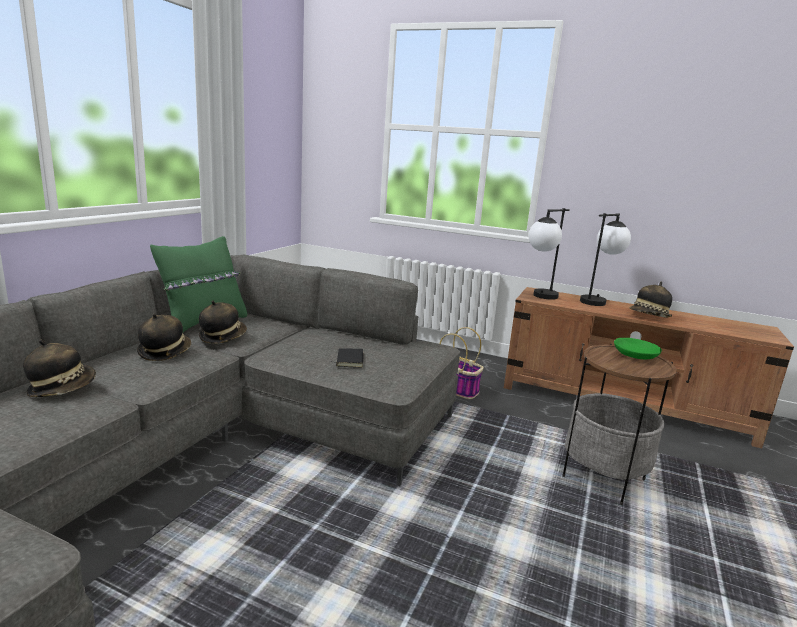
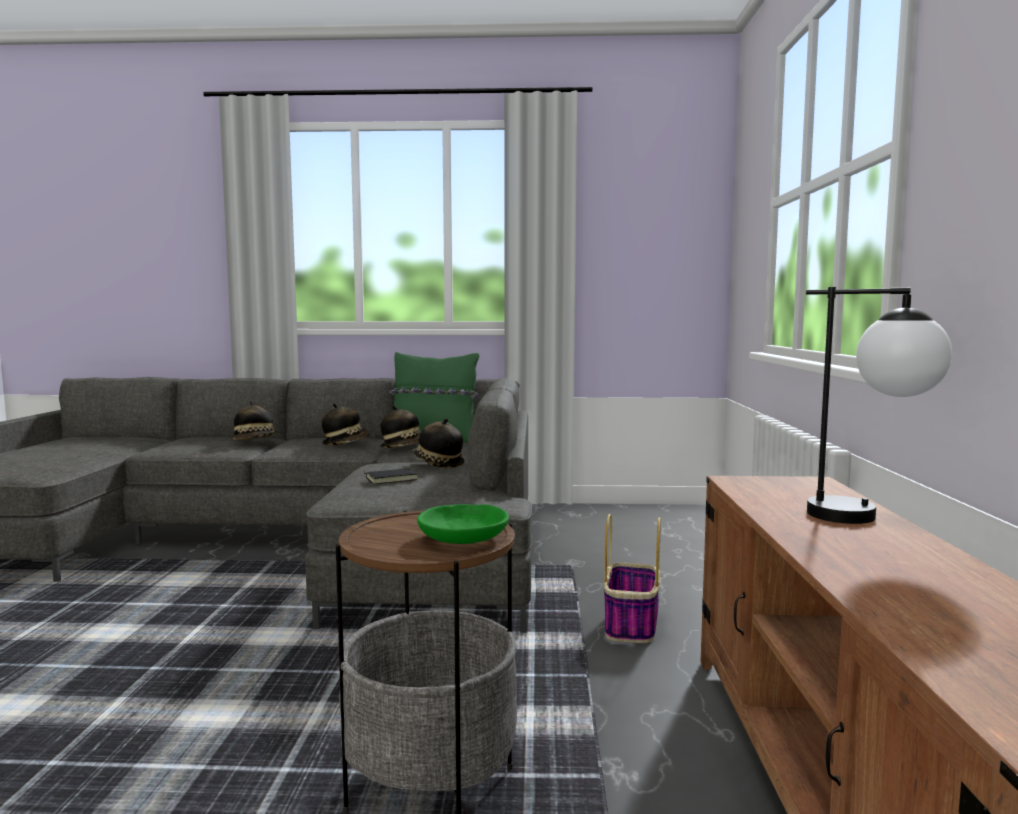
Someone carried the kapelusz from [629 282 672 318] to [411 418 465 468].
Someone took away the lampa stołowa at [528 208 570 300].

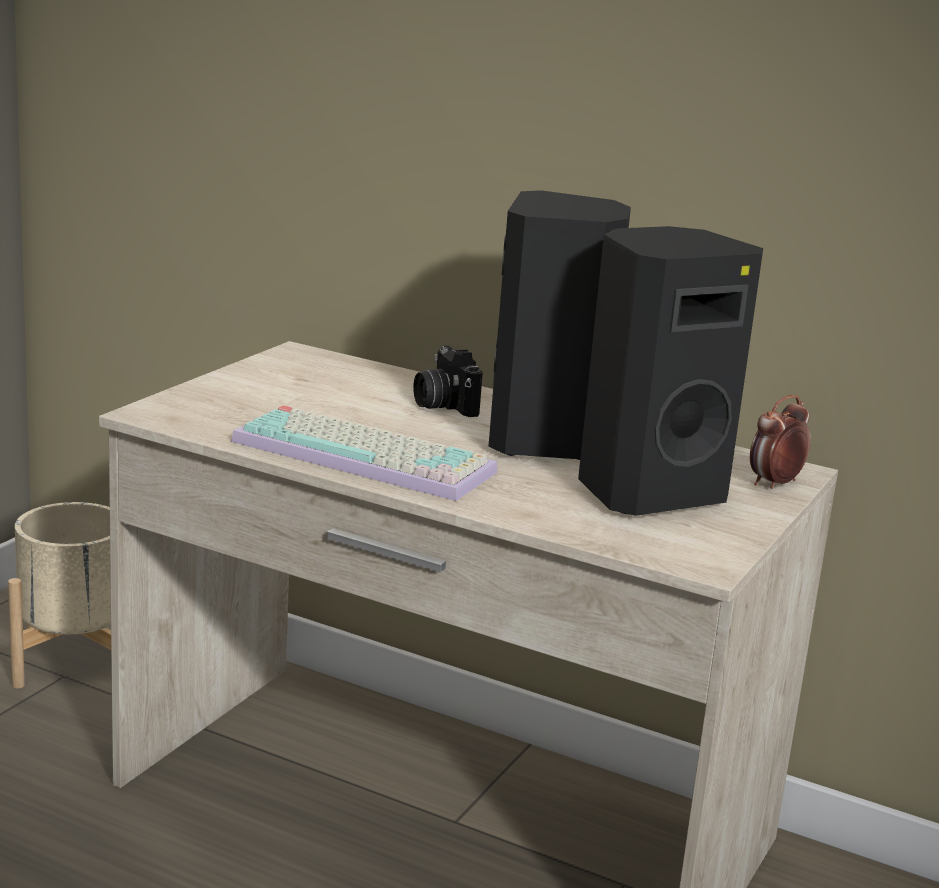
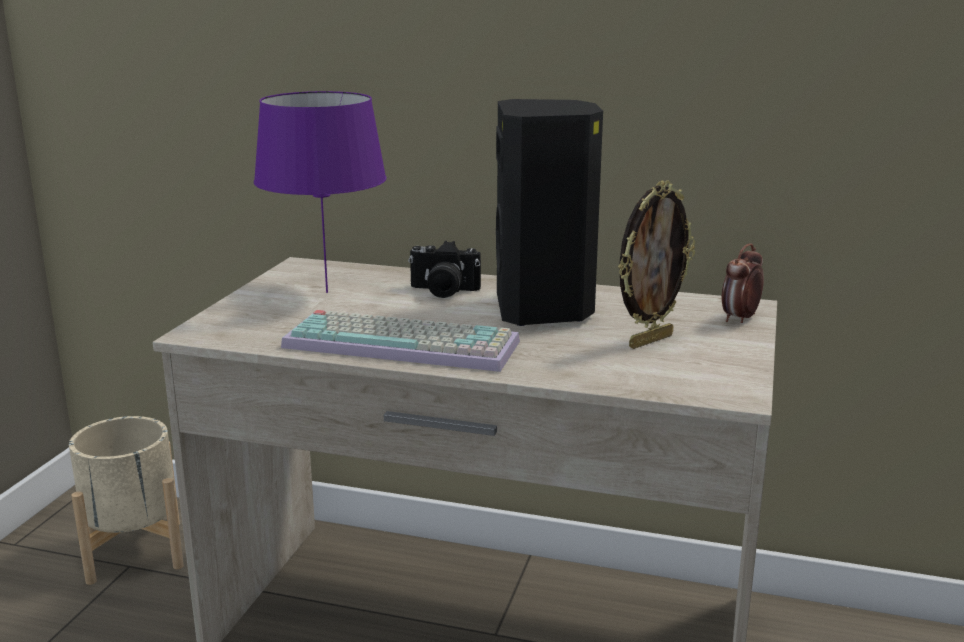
Someone put down the lampa stołowa/fioletowy at [254 91 387 293].
Someone rotated the aparat fotograficzny at [413 346 483 417] by 45 degrees counterclockwise.
Someone swapped the głośnik/czarny at [578 226 763 516] for the ramka na zdjęcie at [618 181 695 349].

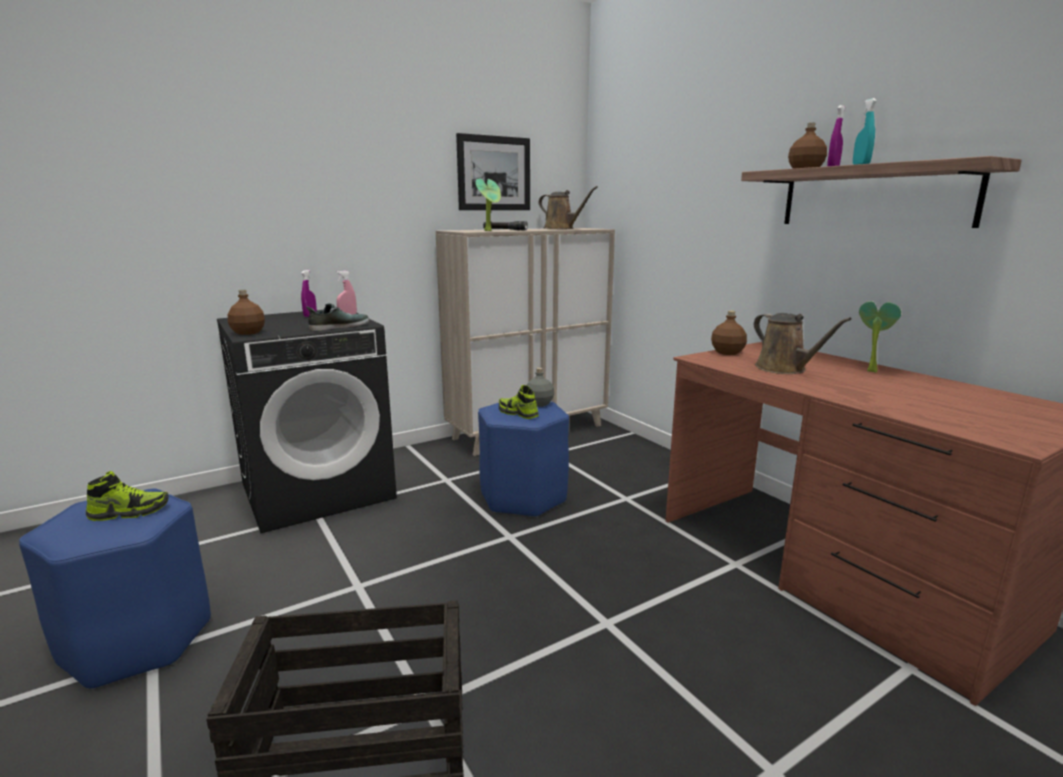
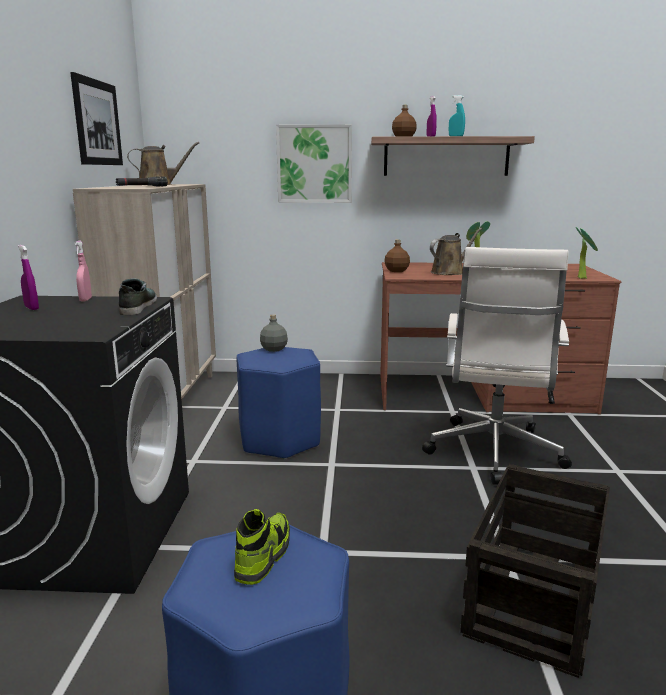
Someone put up the obraz at [276 124 352 203].
Someone put down the krzesło biurowe/biały at [422 247 572 485].
Someone rotated the konewka/brązowy at [754 313 852 374] by 45 degrees counterclockwise.
Someone carried the roślina doniczkowa from [475 178 501 231] to [576 227 598 279].
Someone took away the butelka/brązowy at [228 290 265 335].
Someone took away the but at [499 385 539 419].

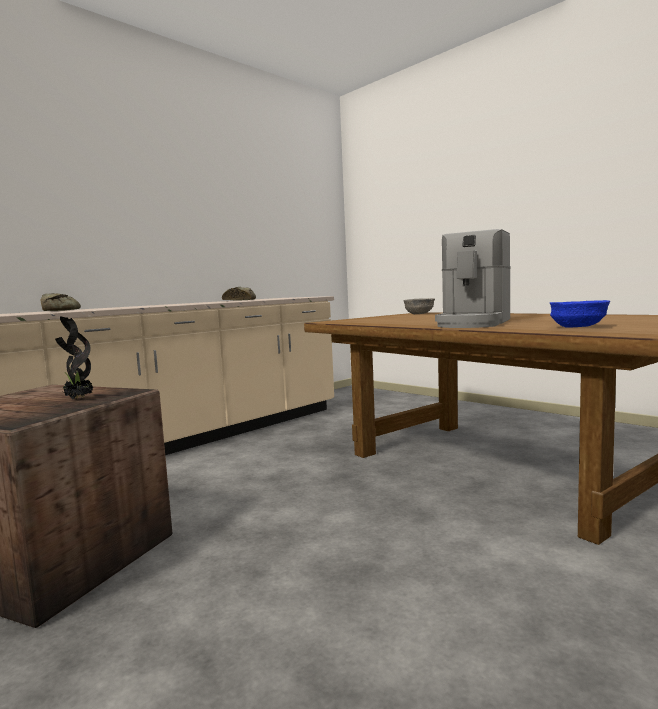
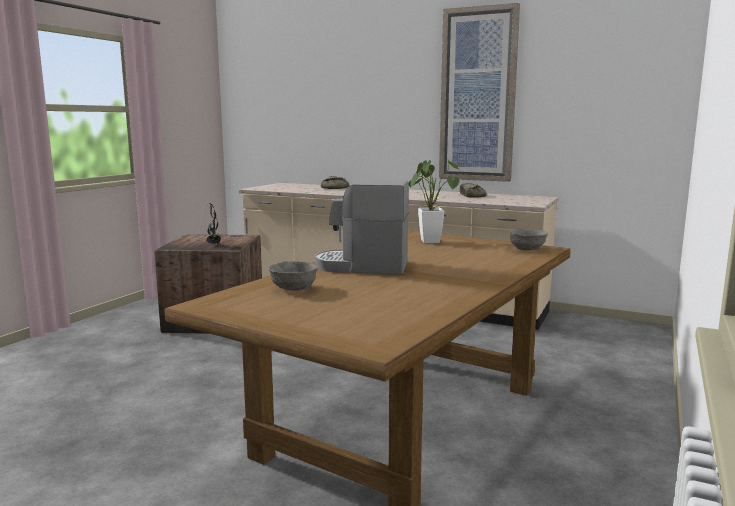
Someone repainted the miska/niebieski at [550 300 610 327], which became the miska/szary at [268 261 318 291].
Someone put down the roślina doniczkowa at [409 158 460 243].
Someone put up the obraz at [439 3 520 182].

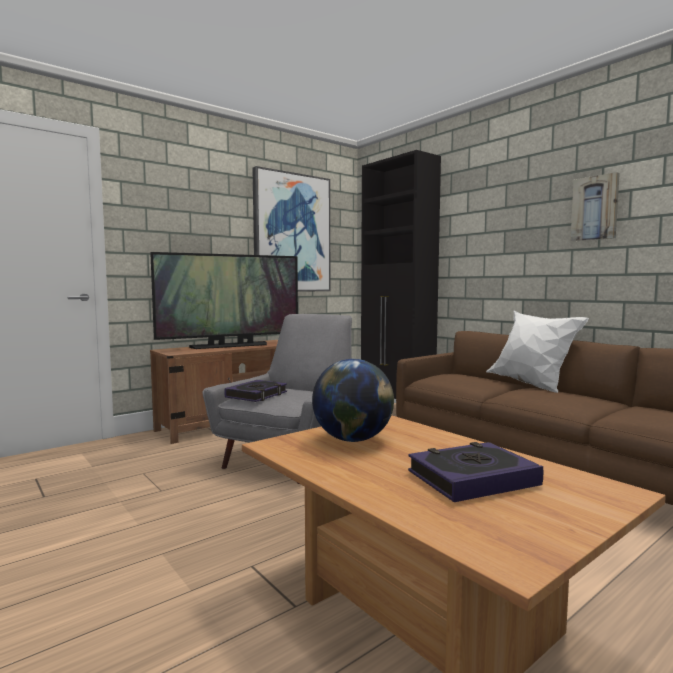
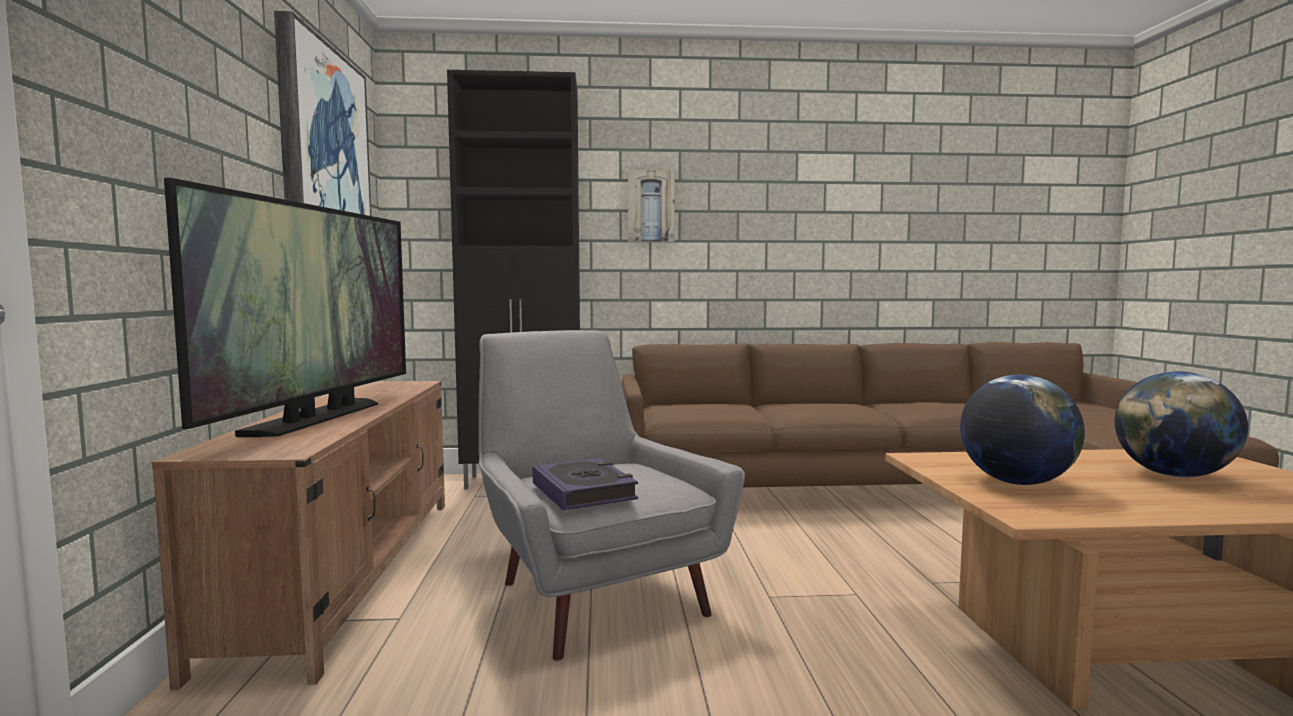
Someone carried the obraz from [571 172 620 241] to [628 170 675 242].
Someone swapped the książka at [408 442 544 502] for the globus at [1114 371 1248 477].
Someone took away the poduszka/biały at [486 310 589 393].

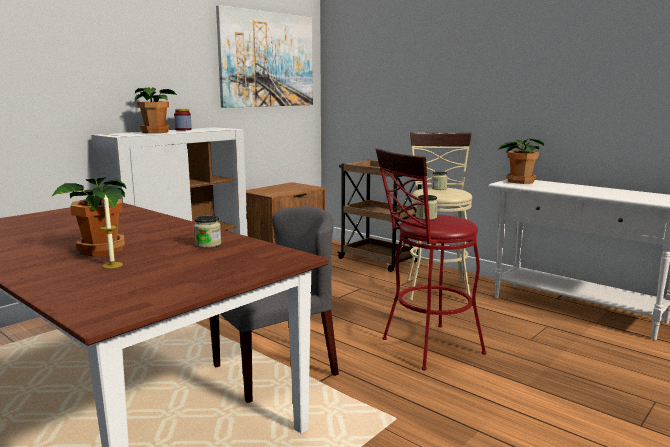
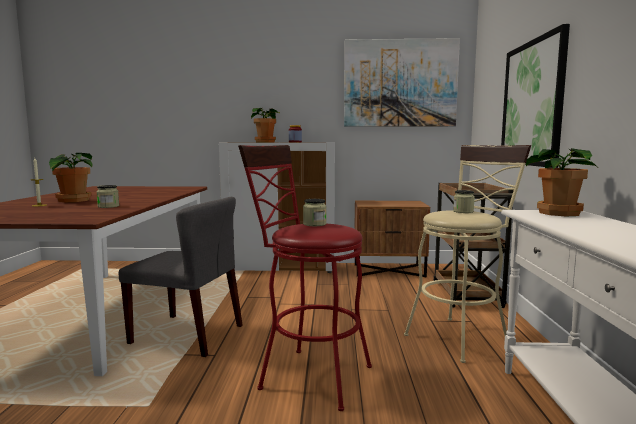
Someone put up the obraz at [501 24 570 168].

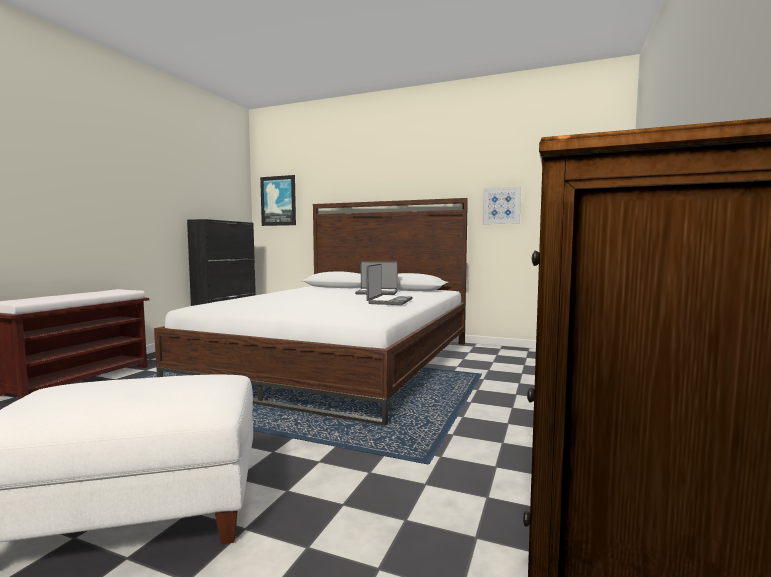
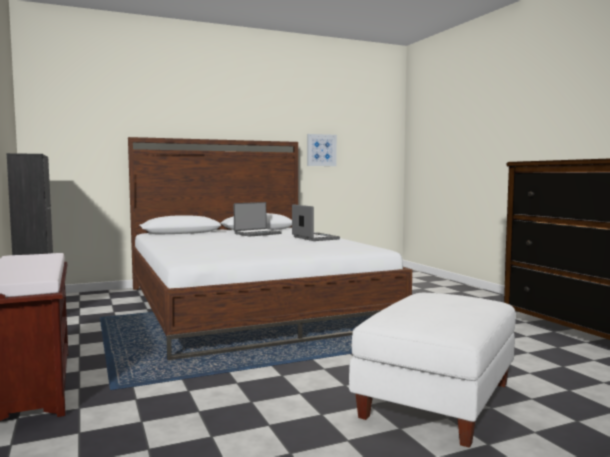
Someone took away the obraz at [260 175 296 226].

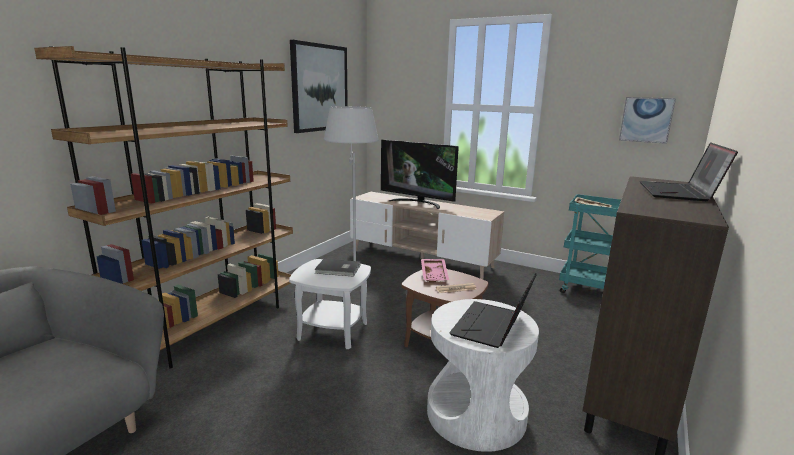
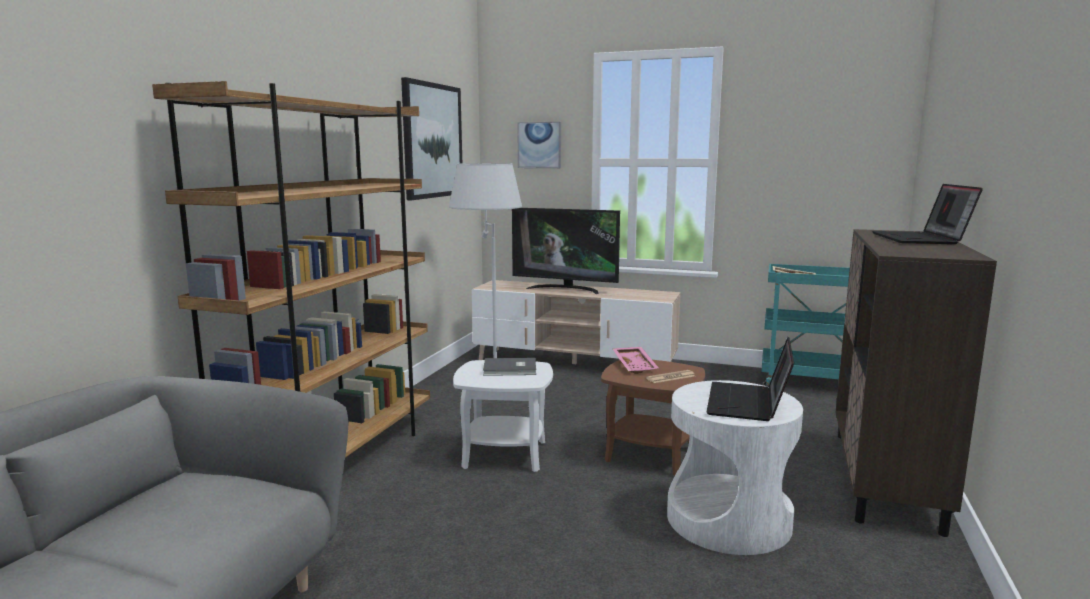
Someone carried the obraz from [619 97 676 144] to [517 122 561 168].

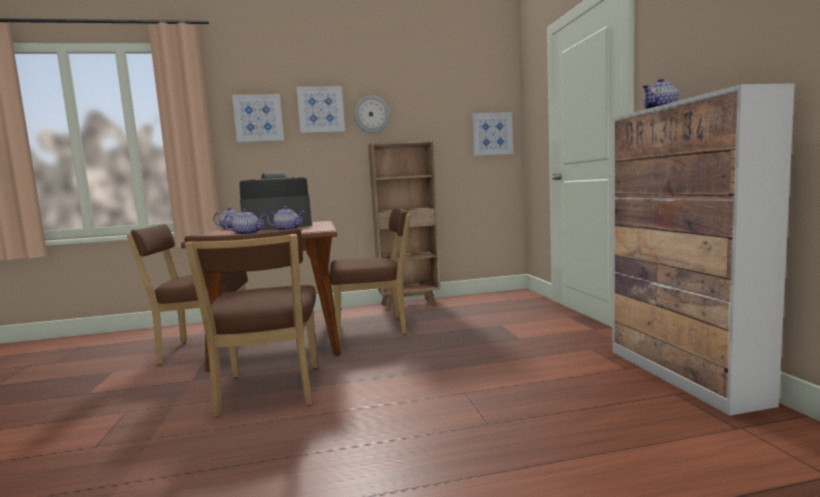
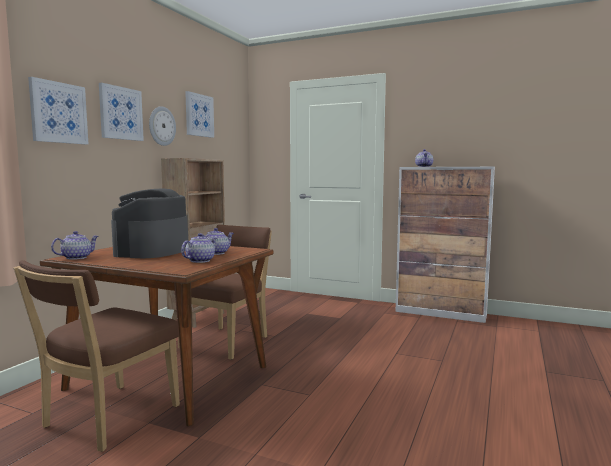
Someone carried the obraz from [472 112 513 156] to [185 91 214 138].
Someone took away the krzesło/brązowy at [184 228 318 417].

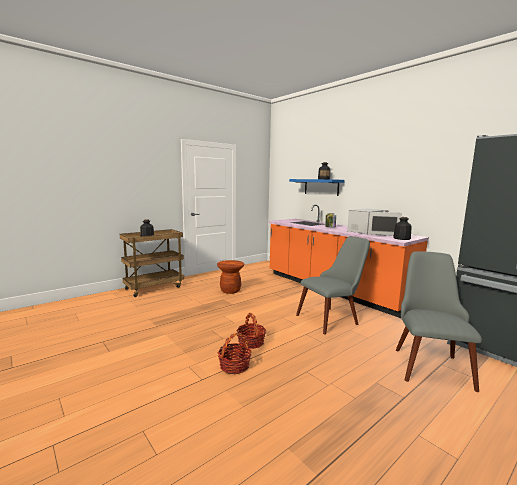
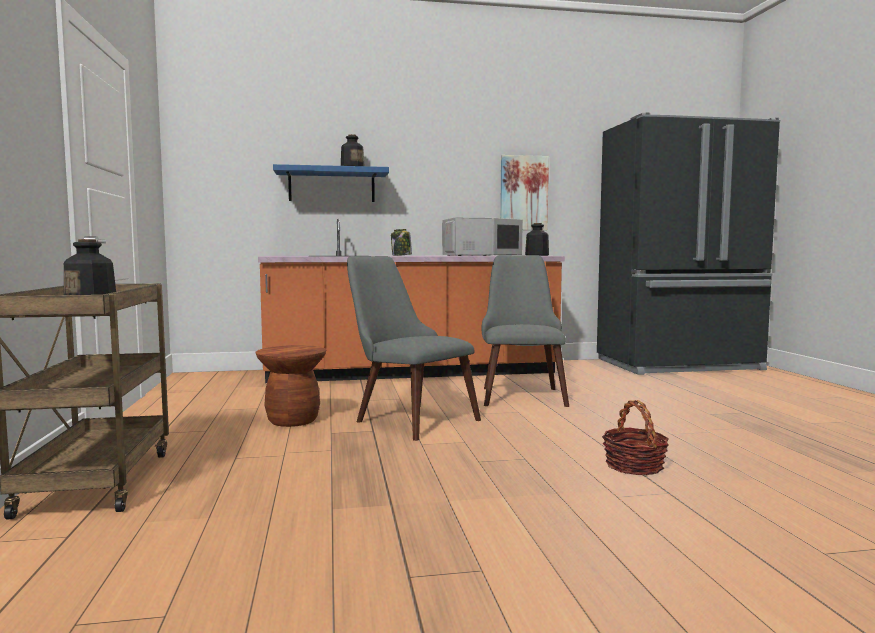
Someone carried the krzesło/szary from [396 251 482 392] to [347 256 481 441].
Someone put up the obraz at [500 155 549 230].
Someone took away the koszyk at [236 313 266 349].

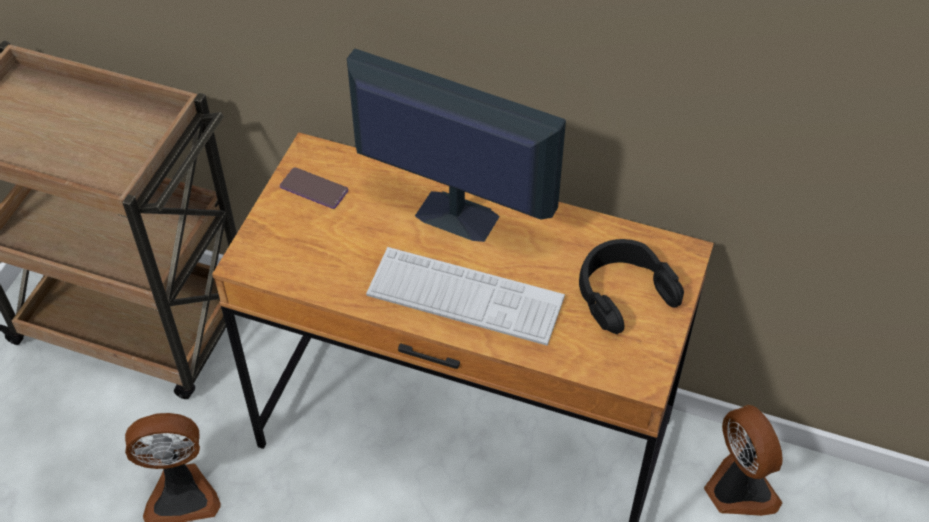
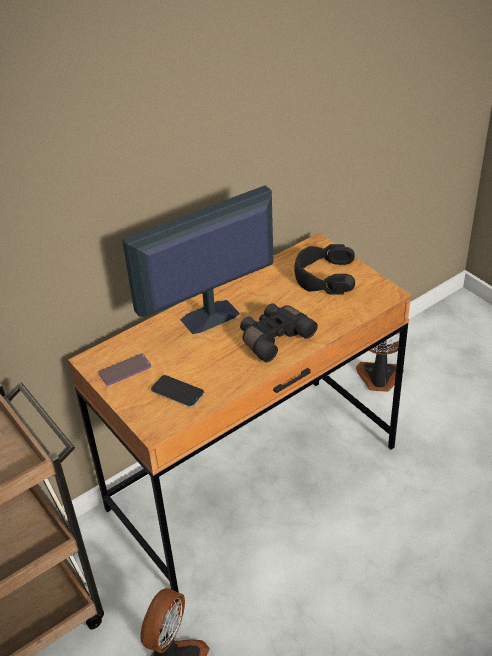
Someone put down the telefon at [151 375 204 407].
Someone swapped the klawiatura at [366 247 565 346] for the lornetka/czarny at [240 303 318 363].

